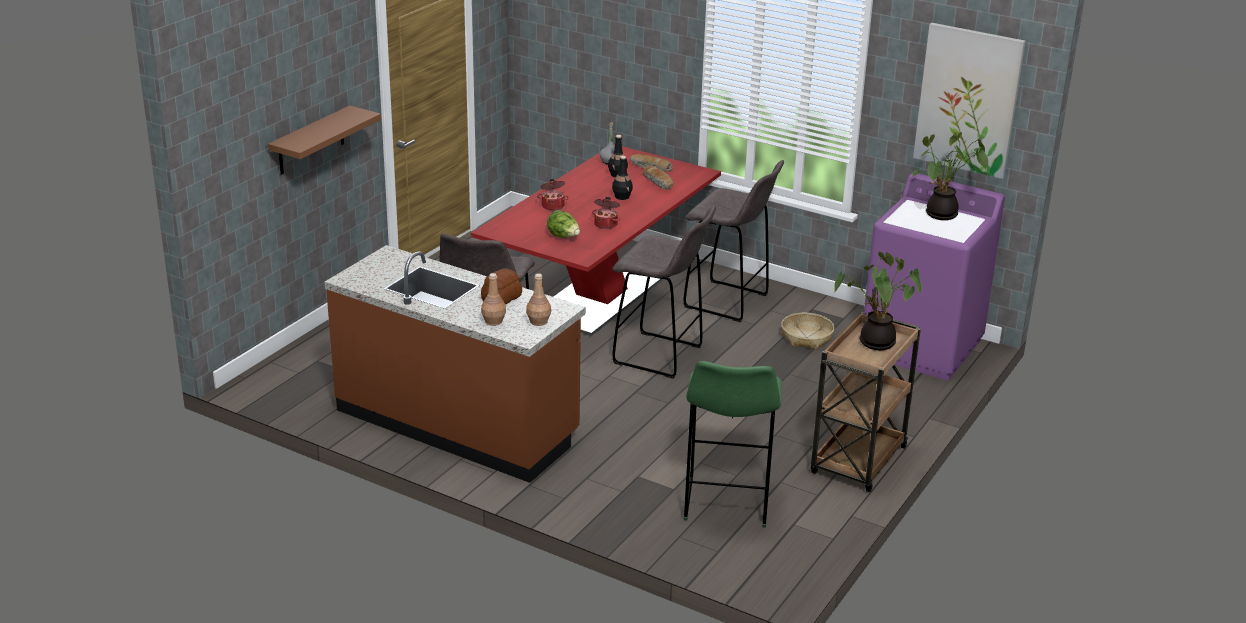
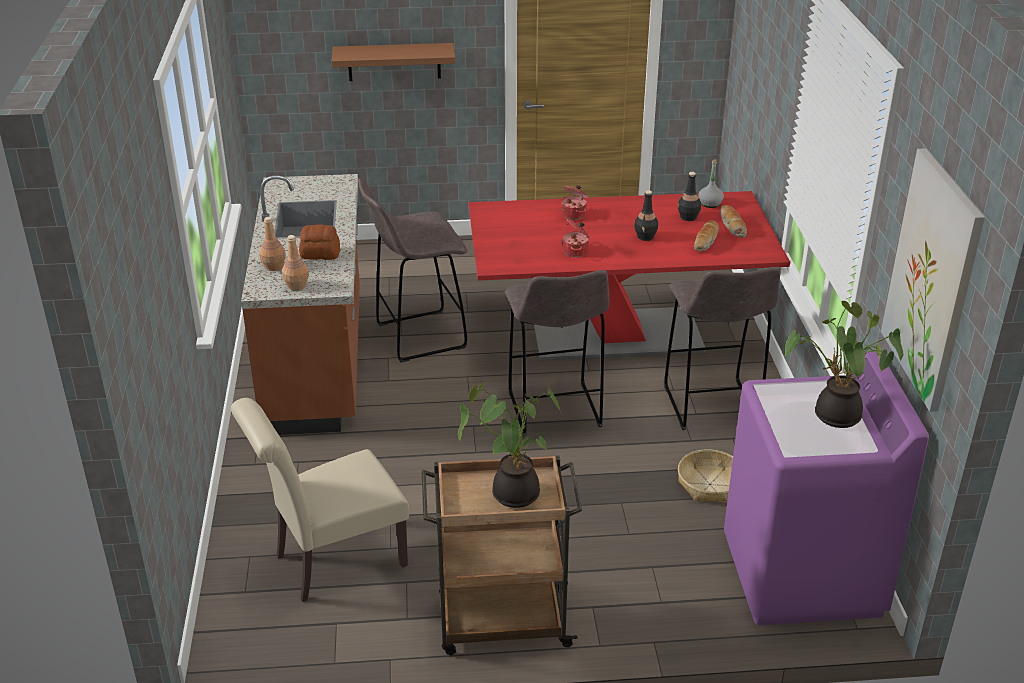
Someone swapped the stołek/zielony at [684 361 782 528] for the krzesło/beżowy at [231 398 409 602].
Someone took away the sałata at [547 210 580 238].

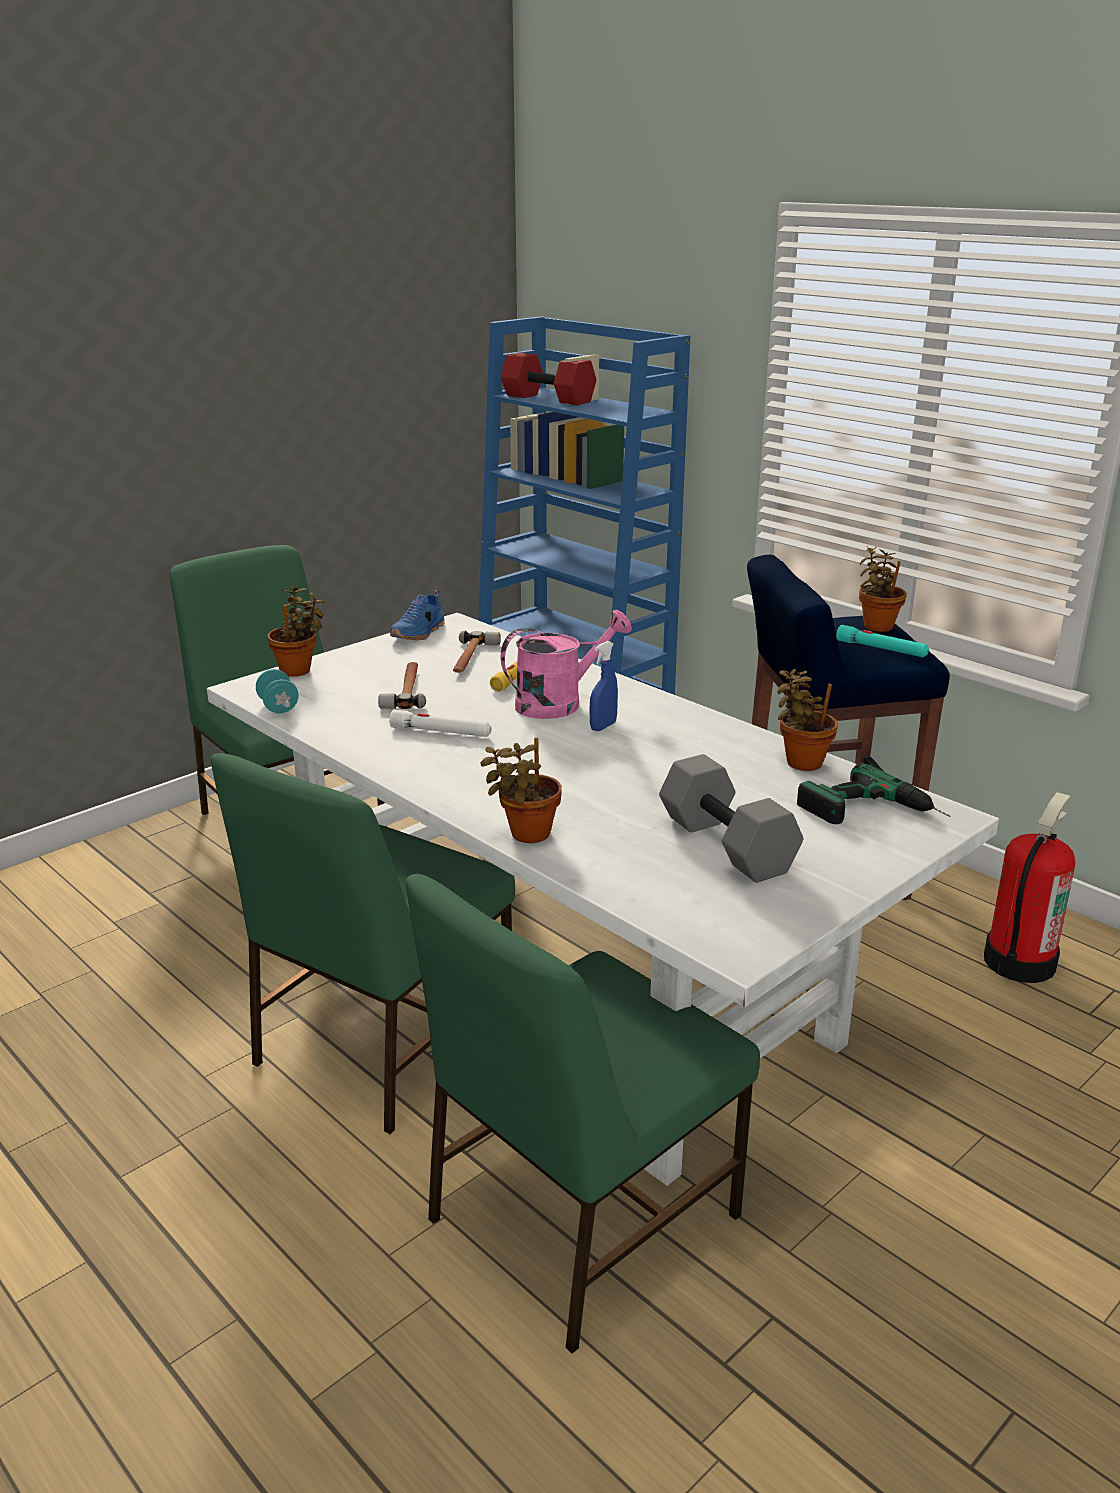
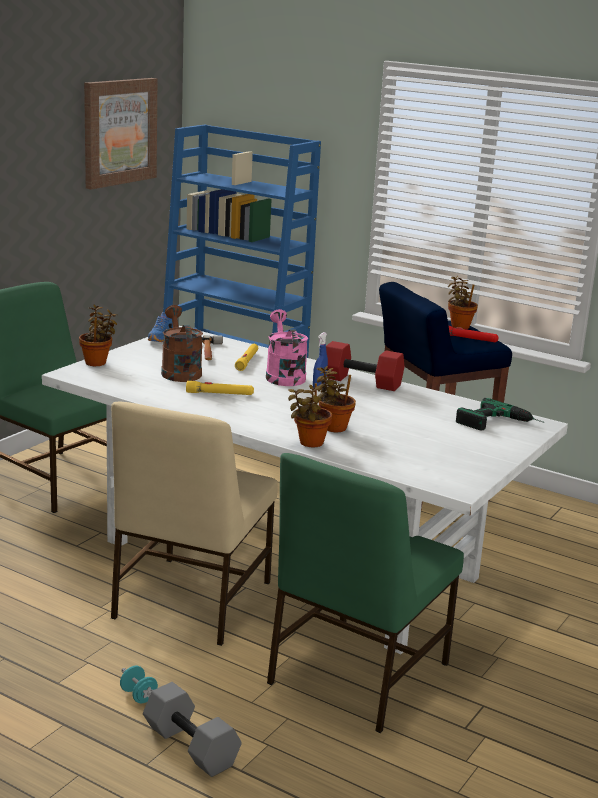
Someone put up the obraz at [84 78 157 190].
Someone repainted the krzesło/zielony at [210 753 515 1134], which became the krzesło/beżowy at [111 402 278 646].
Someone carried the hantel/turkusowy from [256 669 298 713] to [120 666 158 703].
Someone carried the hantel/szary from [659 754 803 883] to [143 682 242 777].
Someone swapped the młotek at [378 662 426 709] for the konewka/brązowy at [161 305 203 382].
Someone repainted the latarka/biały at [389 710 492 737], which became the latarka/żółty at [186 381 254 395].
Someone rotated the konewka/różowy at [501 610 632 719] by 60 degrees counterclockwise.
Someone carried the roślina doniczkowa from [777 669 838 771] to [317 366 356 432].
Someone carried the hantel/czerwony from [501 353 597 405] to [326 341 404 391].
Someone repainted the latarka/turkusowy at [836 625 929 657], which became the latarka/czerwony at [449 326 499 343].
Someone took away the gaśnica at [984 792 1075 983].

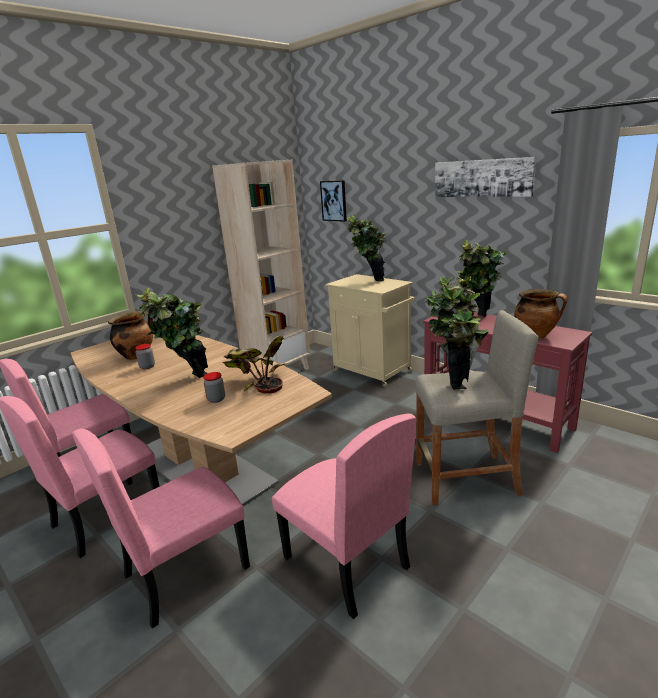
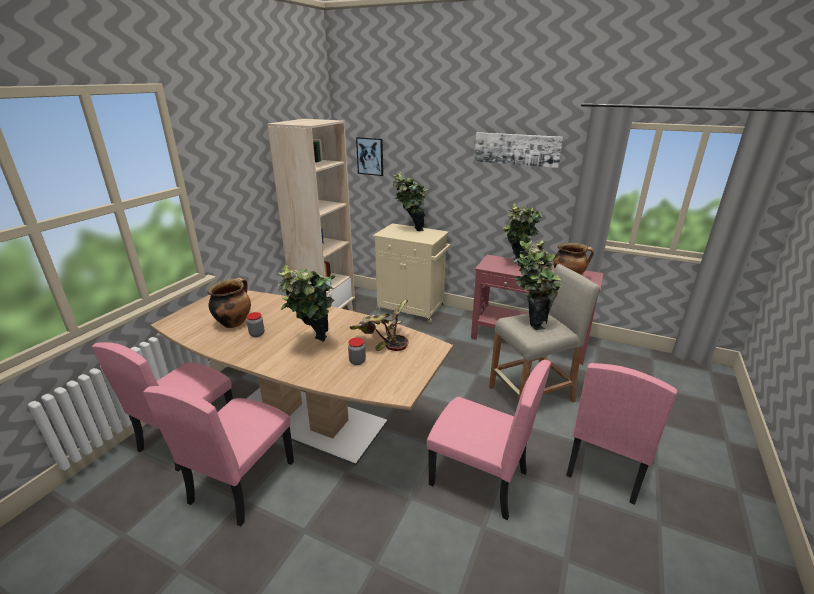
Someone carried the krzesło/różowy from [72 429 250 628] to [566 363 677 505].

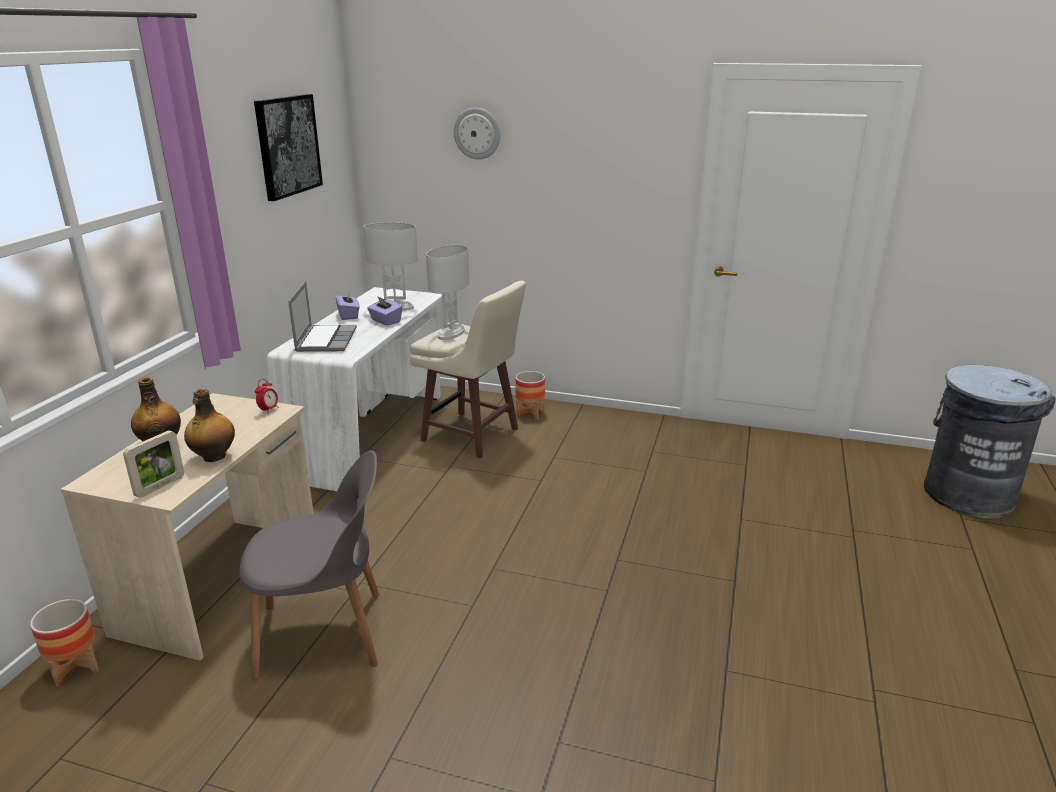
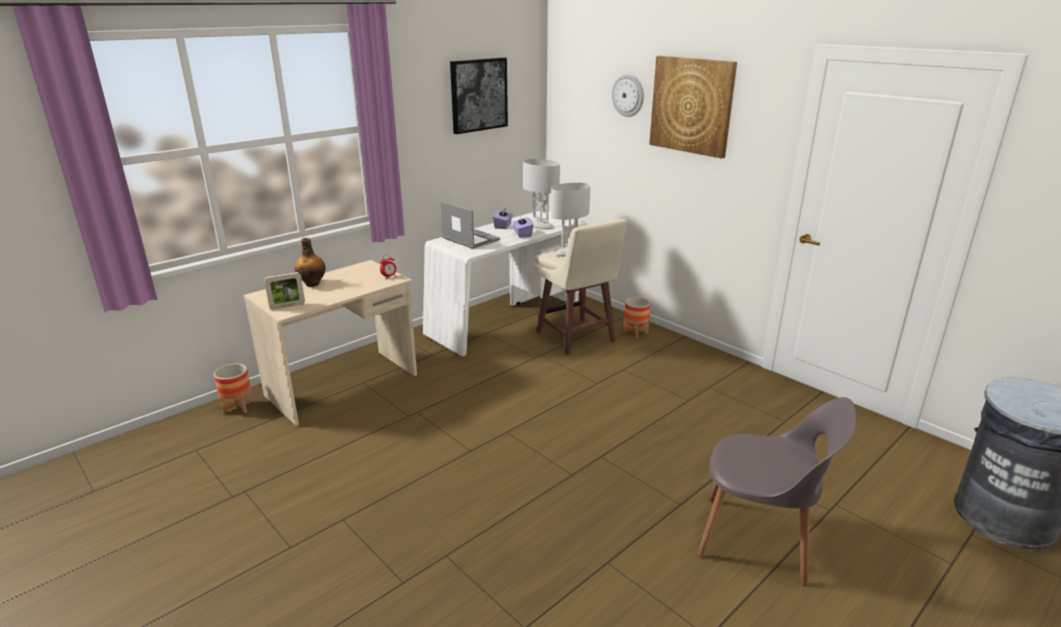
Someone rotated the laptop at [288 281 357 352] by 75 degrees counterclockwise.
Someone put up the obraz at [649 56 737 159].
Someone carried the krzesło/szary from [239 450 379 680] to [697 397 857 586].
Someone took away the butelka at [184 388 235 462].

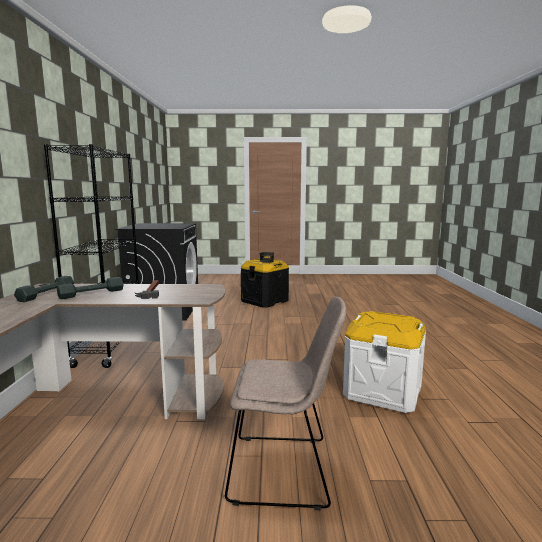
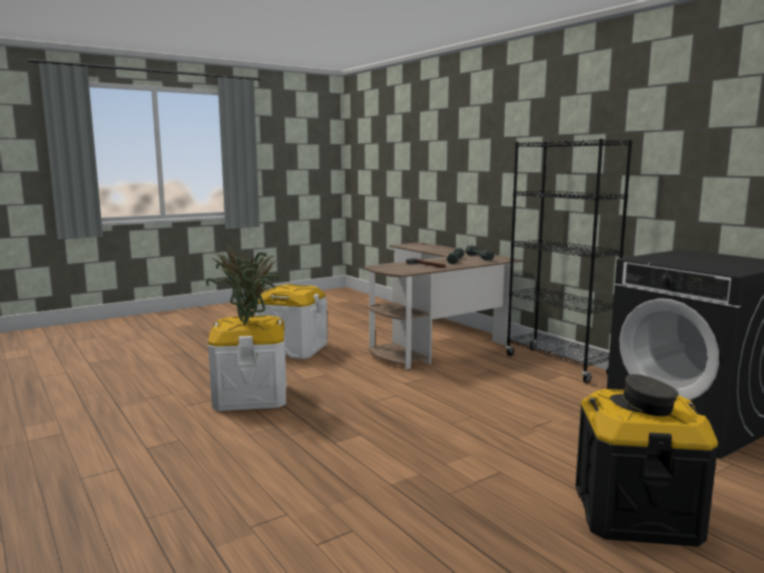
Someone put down the roślina doniczkowa at [206 245 280 325].
Someone swapped the krzesło/beżowy at [225 296 346 510] for the pojemnik do przechowywania/biały at [255 284 328 359].

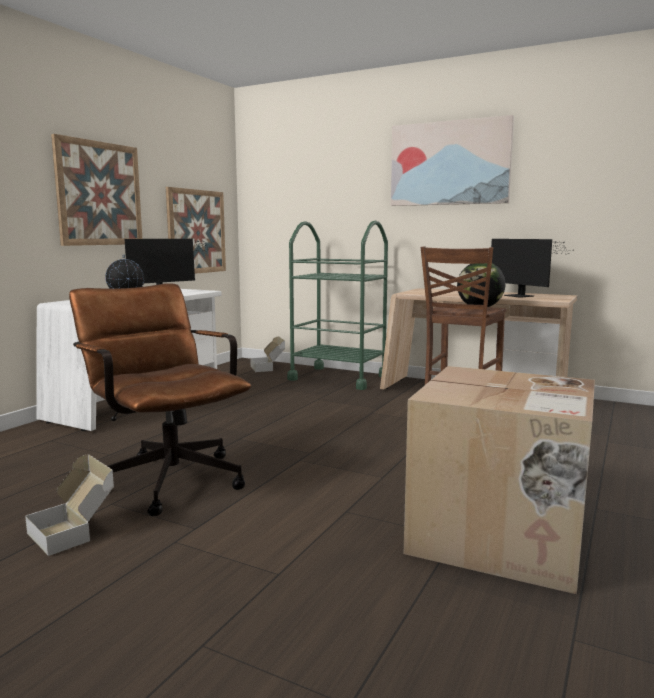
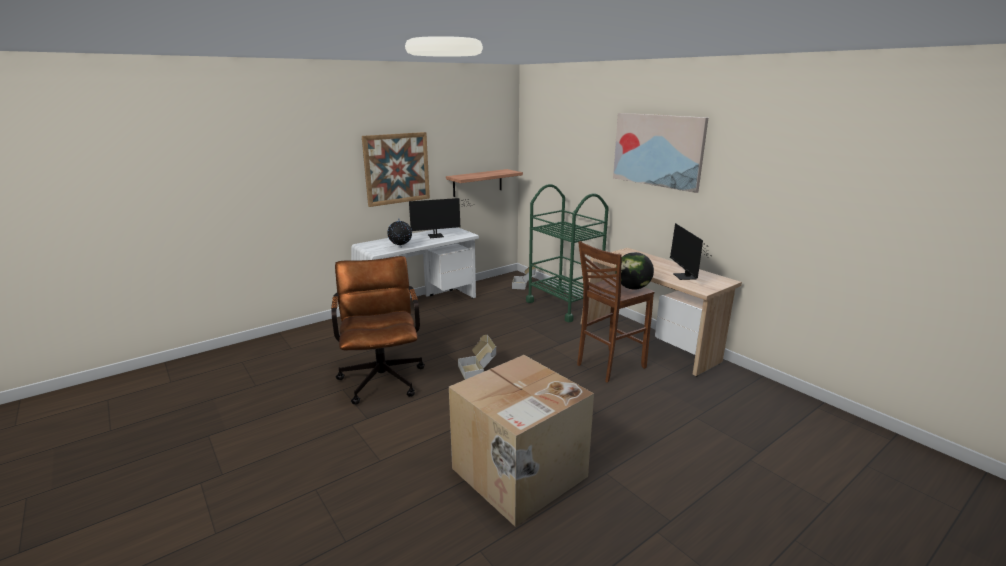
Someone swapped the obraz at [166 187 226 274] for the półka at [446 169 523 197].
Someone carried the karton from [25 454 114 556] to [458 335 496 380].

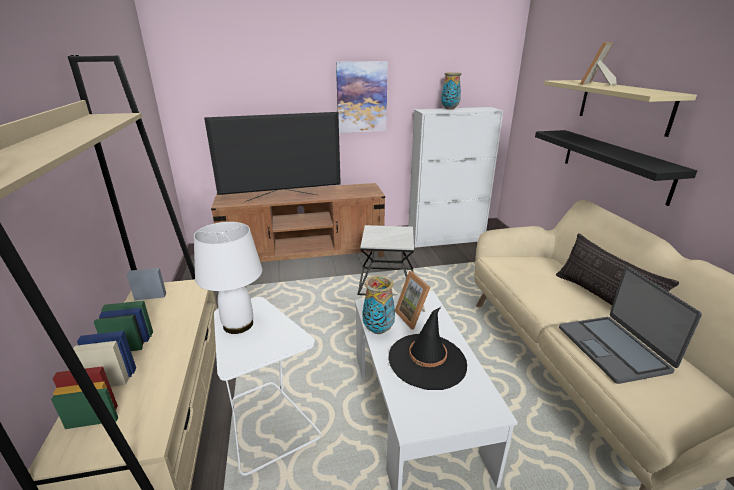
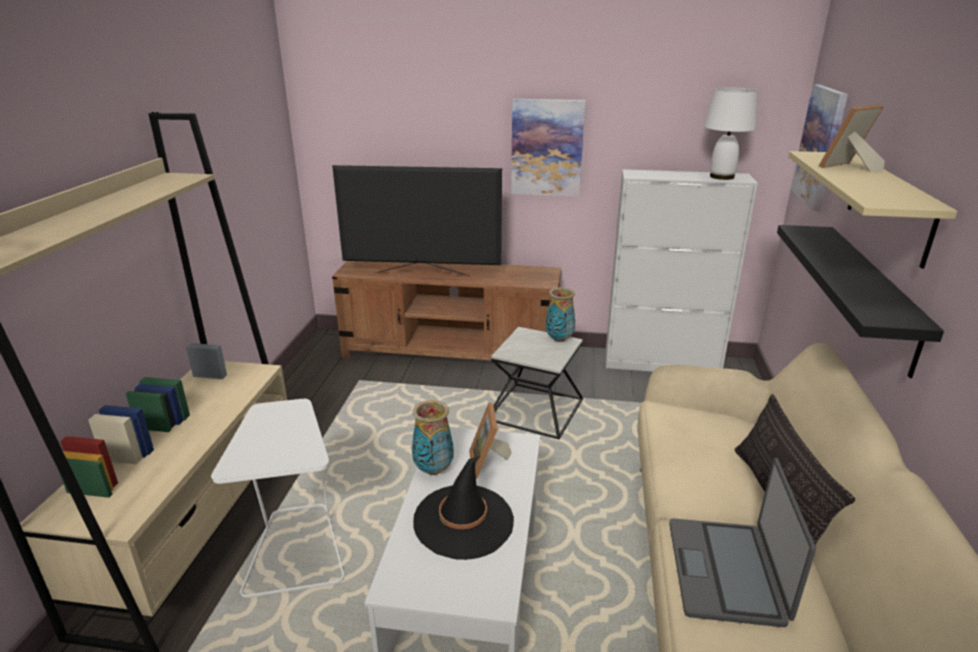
Someone carried the wazon from [441 72 461 110] to [546 287 575 342].
Someone carried the lampa stołowa/biały from [194 222 262 334] to [704 87 758 180].
Someone put up the obraz at [791 84 848 211].

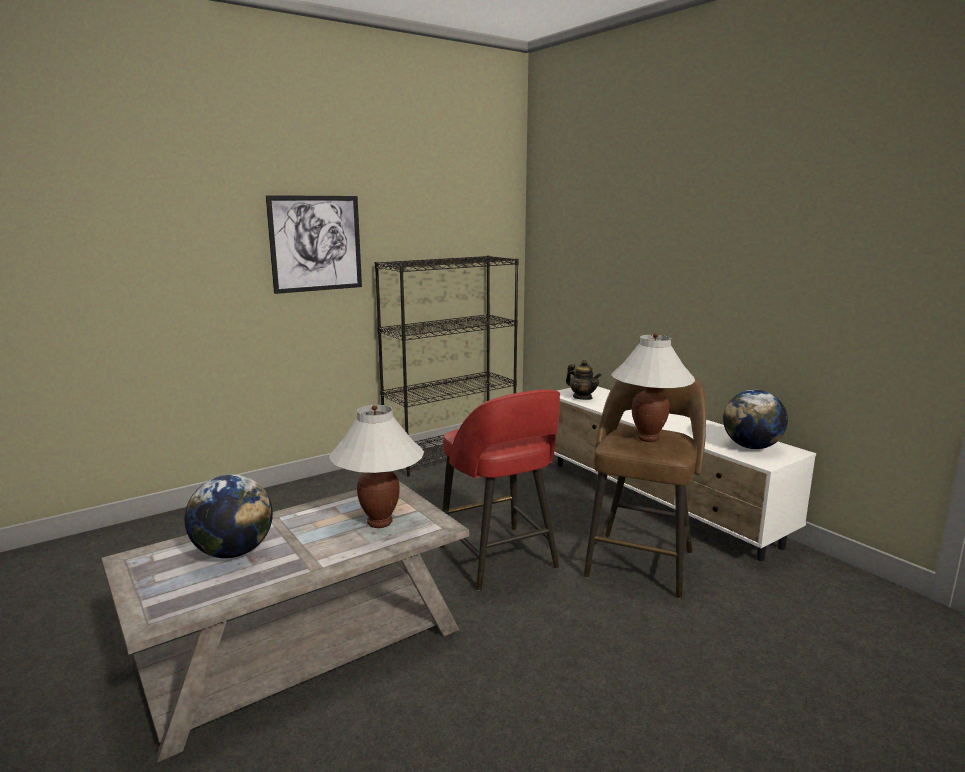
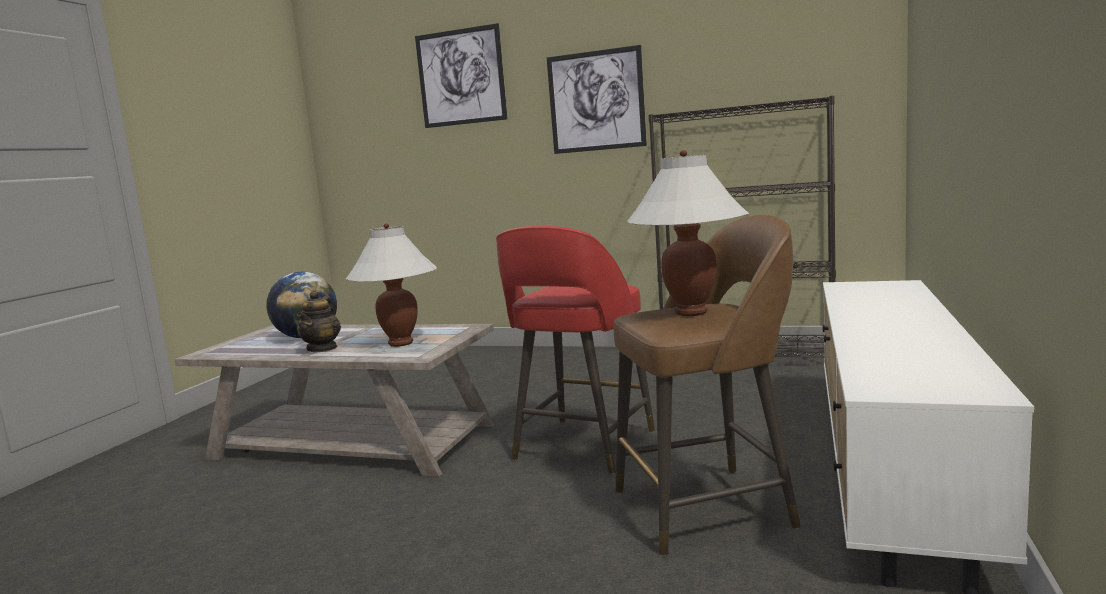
Someone carried the imbryk from [566 360 601 400] to [297 290 341 352].
Someone put up the obraz at [415 23 508 128].
Someone took away the globus at [723 390 788 449].

